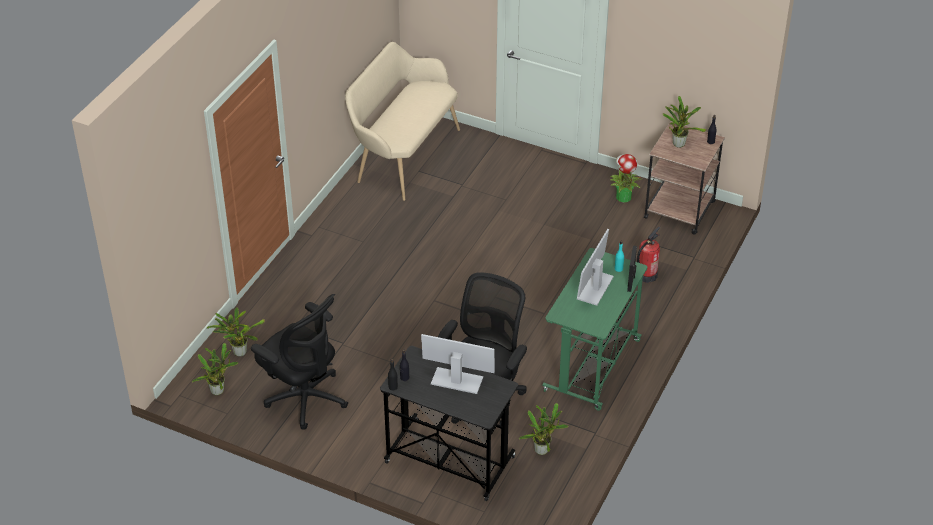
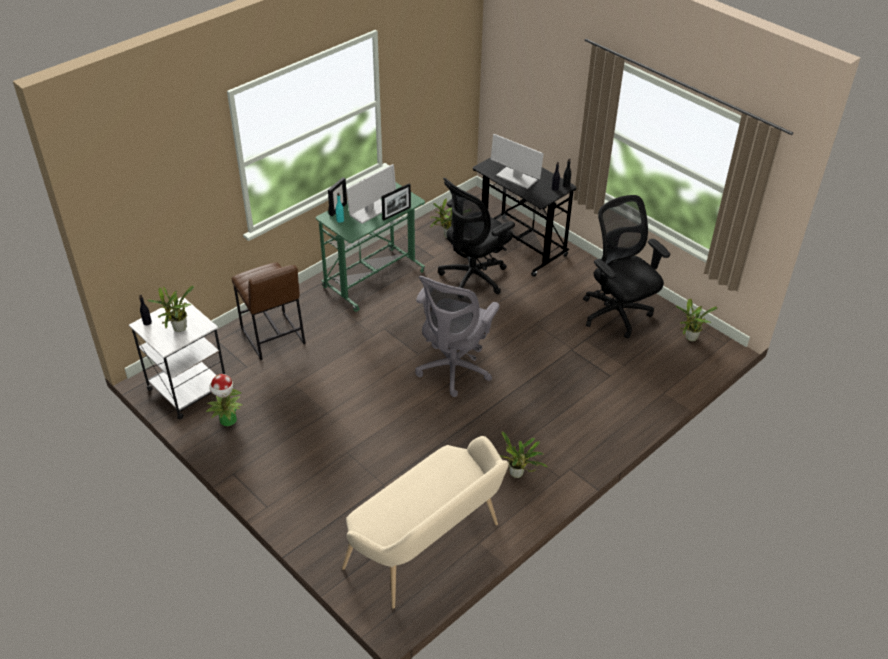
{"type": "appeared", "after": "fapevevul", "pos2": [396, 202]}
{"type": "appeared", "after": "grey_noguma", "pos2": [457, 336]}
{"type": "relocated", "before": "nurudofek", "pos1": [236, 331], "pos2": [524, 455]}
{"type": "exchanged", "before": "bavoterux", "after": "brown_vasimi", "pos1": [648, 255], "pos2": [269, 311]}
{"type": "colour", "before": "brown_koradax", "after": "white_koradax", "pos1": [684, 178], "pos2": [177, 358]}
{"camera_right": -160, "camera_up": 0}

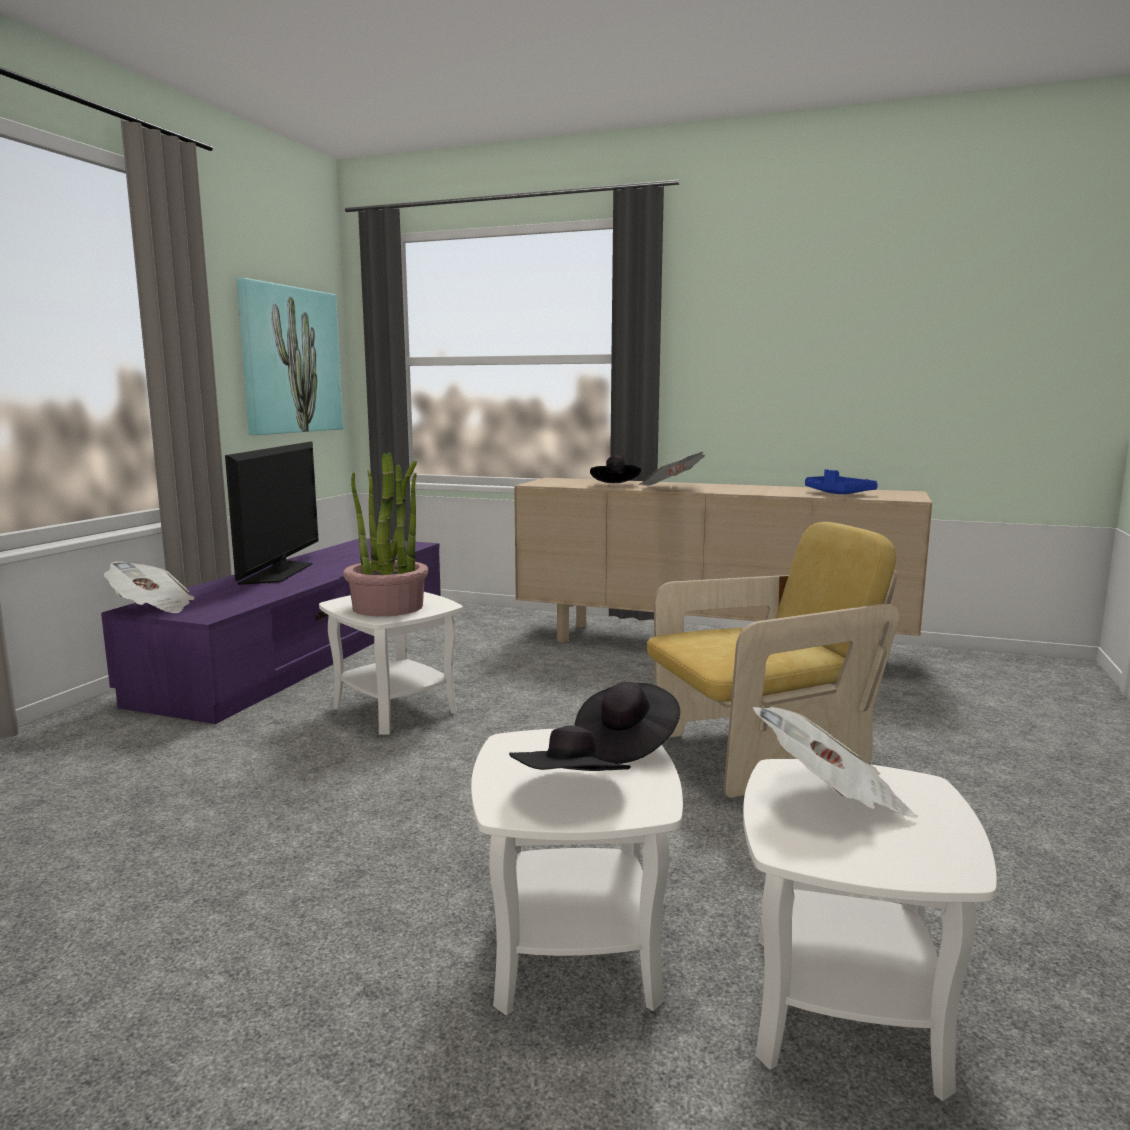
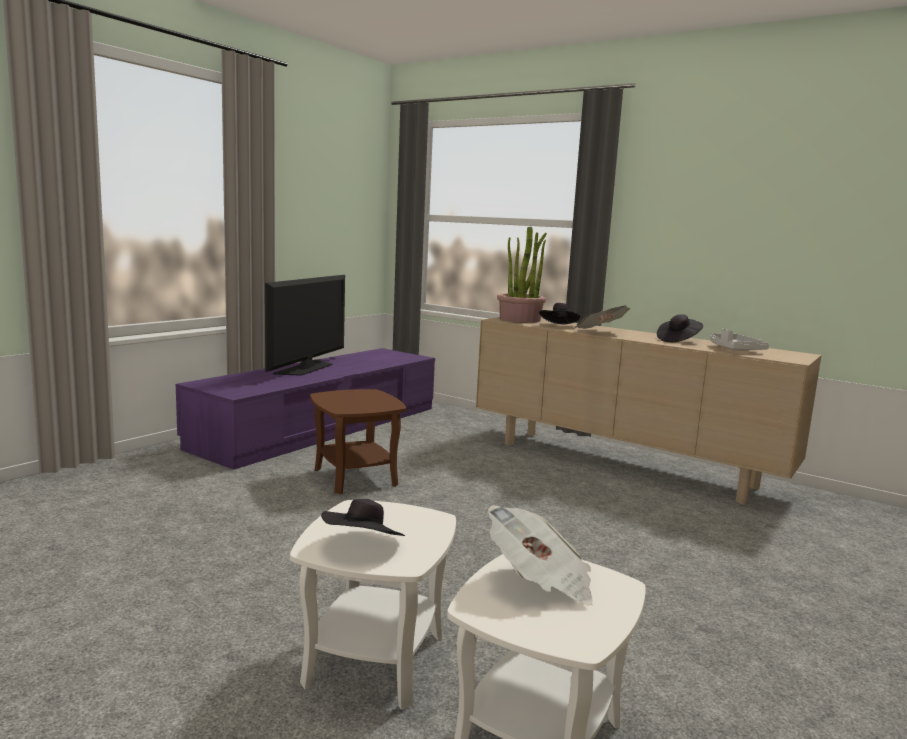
{"type": "missing", "before": "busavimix", "pos1": [149, 587]}
{"type": "missing", "before": "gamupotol", "pos1": [290, 356]}
{"type": "missing", "before": "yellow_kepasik", "pos1": [773, 660]}
{"type": "relocated", "before": "nurudofek", "pos1": [385, 534], "pos2": [522, 275]}
{"type": "relocated", "before": "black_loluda", "pos1": [627, 723], "pos2": [680, 328]}
{"type": "colour", "before": "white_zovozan", "after": "brown_zovozan", "pos1": [391, 663], "pos2": [358, 441]}
{"type": "colour", "before": "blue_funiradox", "after": "grey_funiradox", "pos1": [841, 481], "pos2": [739, 340]}
{"camera_right": 15, "camera_up": 0}

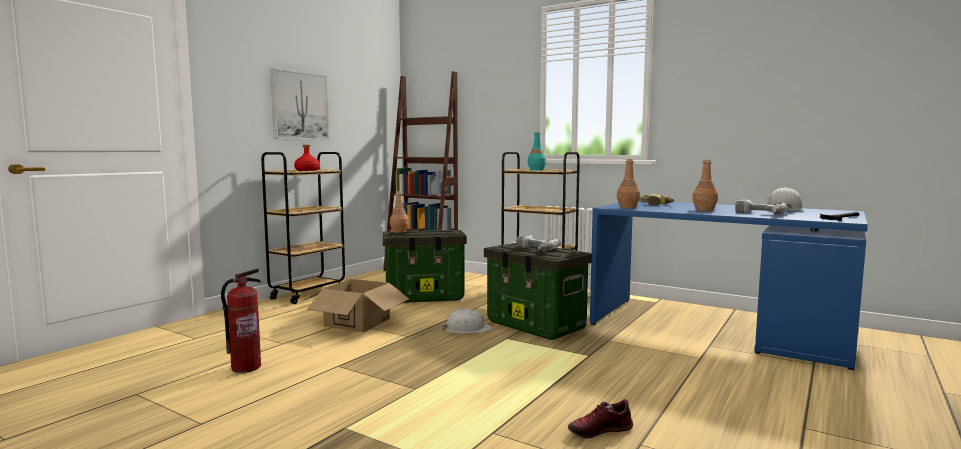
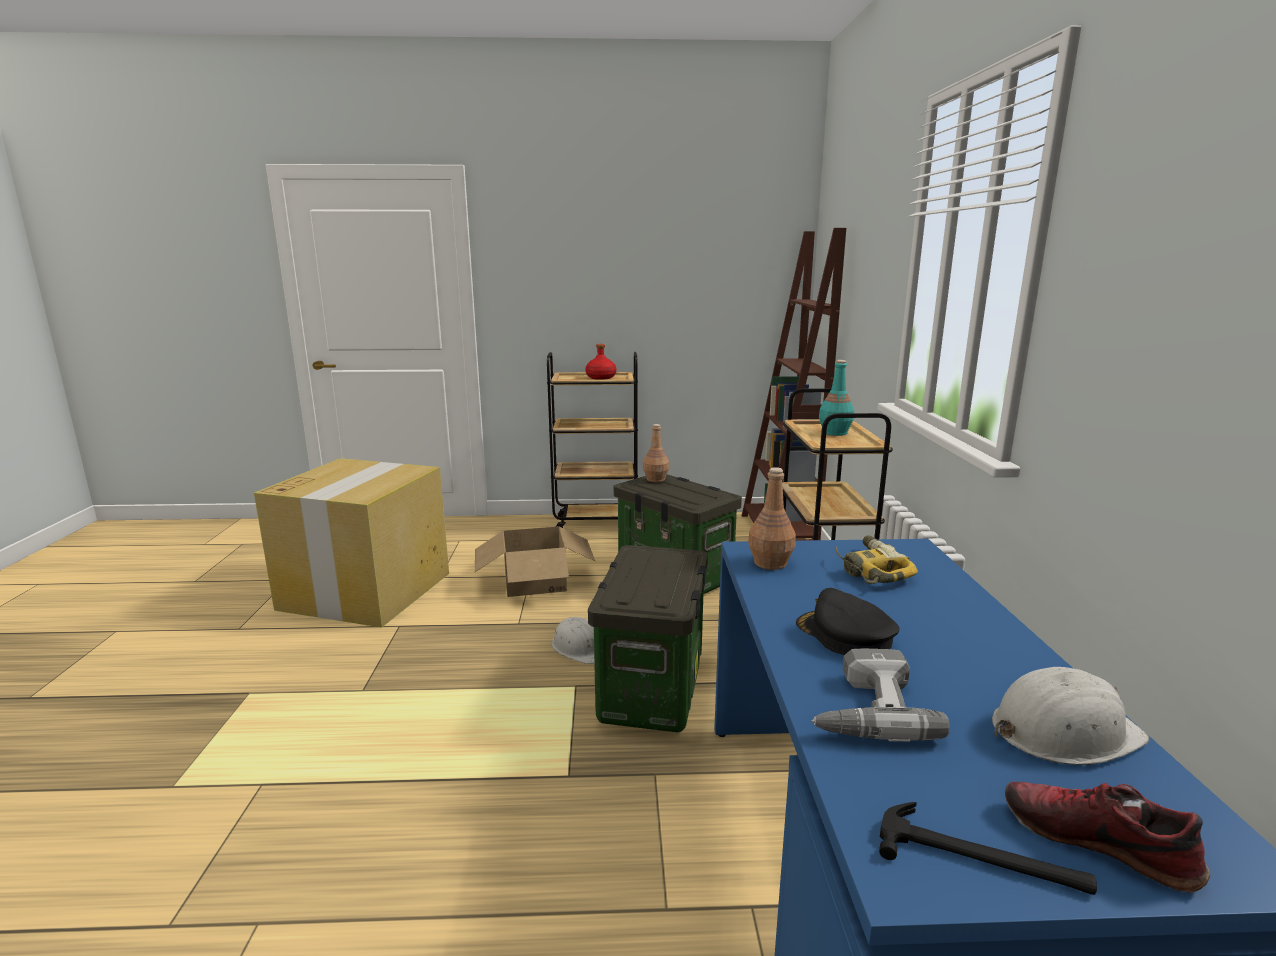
{"type": "missing", "before": "gamupotol", "pos1": [300, 104]}
{"type": "missing", "before": "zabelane", "pos1": [538, 243]}
{"type": "relocated", "before": "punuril", "pos1": [600, 419], "pos2": [1107, 837]}
{"type": "exchanged", "before": "bavoterux", "after": "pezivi", "pos1": [241, 321], "pos2": [351, 543]}
{"type": "exchanged", "before": "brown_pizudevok", "after": "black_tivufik", "pos1": [705, 185], "pos2": [848, 621]}
{"camera_right": 55, "camera_up": 10}

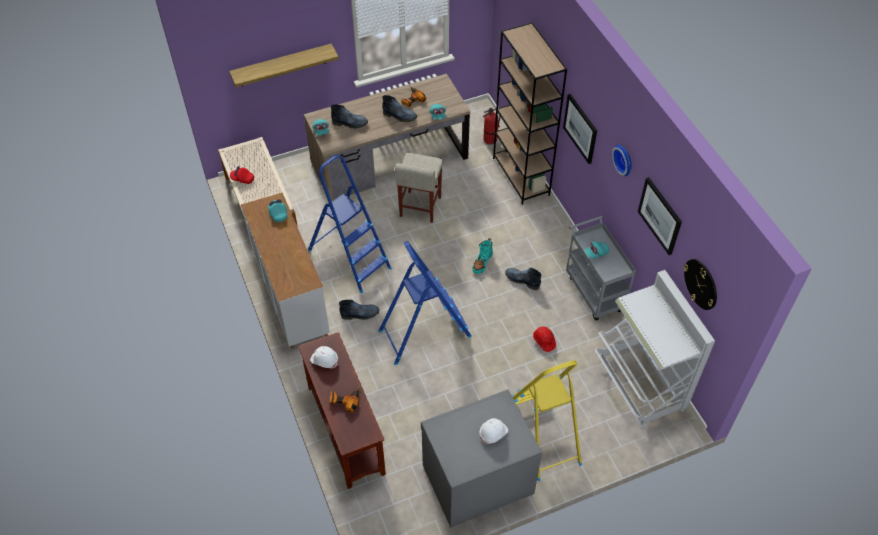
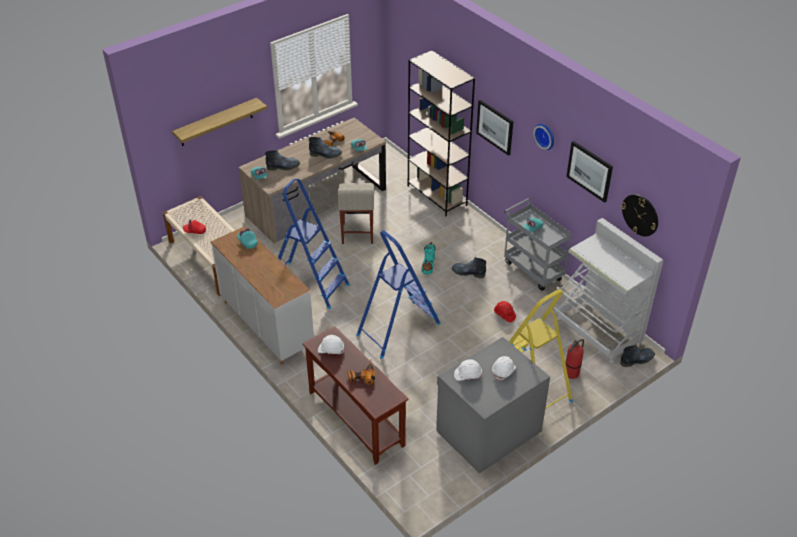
{"type": "appeared", "after": "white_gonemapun", "pos2": [468, 369]}
{"type": "relocated", "before": "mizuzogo", "pos1": [359, 310], "pos2": [637, 356]}
{"type": "relocated", "before": "bavoterux", "pos1": [491, 126], "pos2": [575, 359]}
{"camera_right": -15, "camera_up": -10}

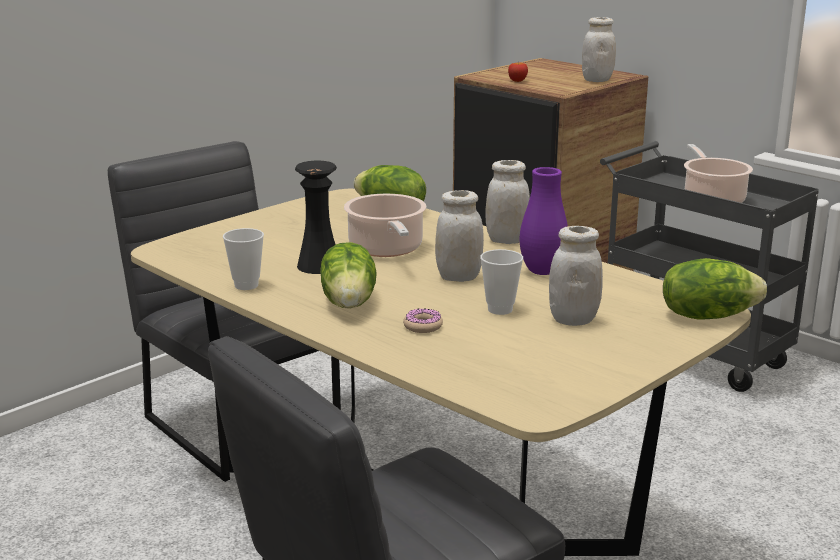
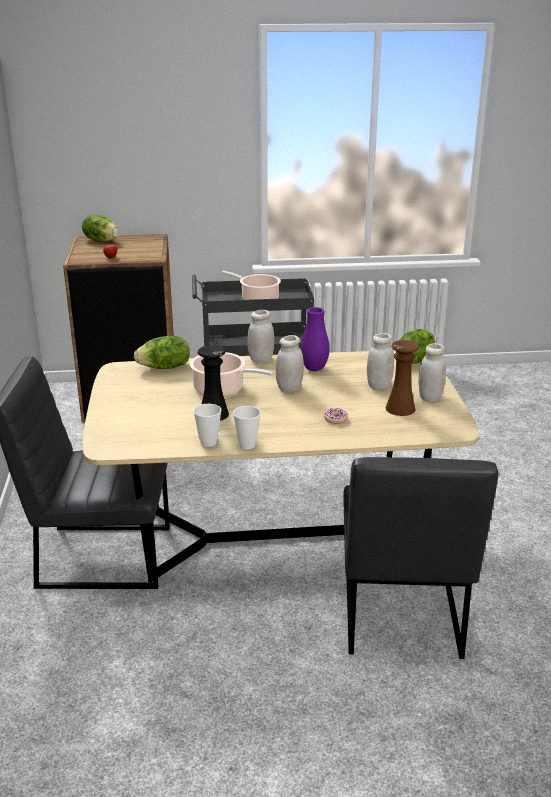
{"type": "appeared", "after": "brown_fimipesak", "pos2": [402, 378]}
{"type": "relocated", "before": "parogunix", "pos1": [348, 275], "pos2": [100, 228]}
{"type": "relocated", "before": "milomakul", "pos1": [501, 282], "pos2": [247, 427]}
{"type": "relocated", "before": "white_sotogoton", "pos1": [599, 49], "pos2": [432, 372]}
{"camera_right": -50, "camera_up": 5}

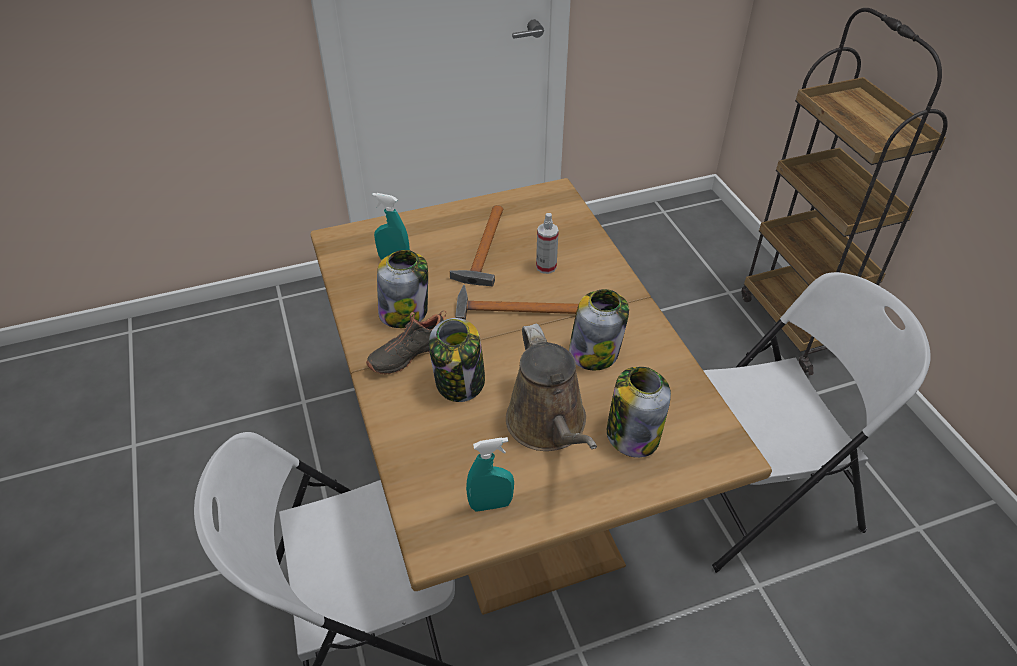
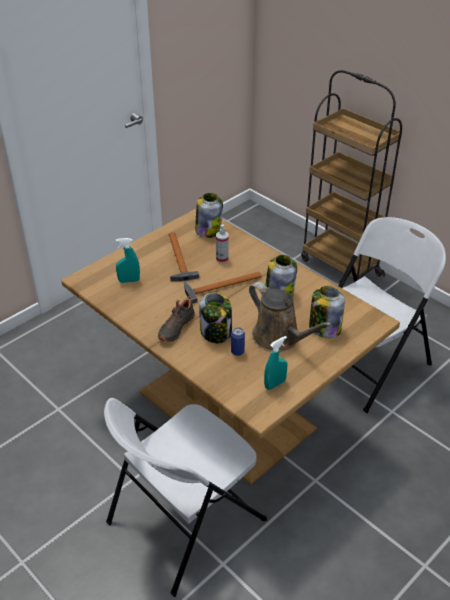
{"type": "appeared", "after": "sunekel", "pos2": [238, 341]}
{"type": "relocated", "before": "sotogoton", "pos1": [402, 289], "pos2": [209, 215]}
{"camera_right": -25, "camera_up": -5}

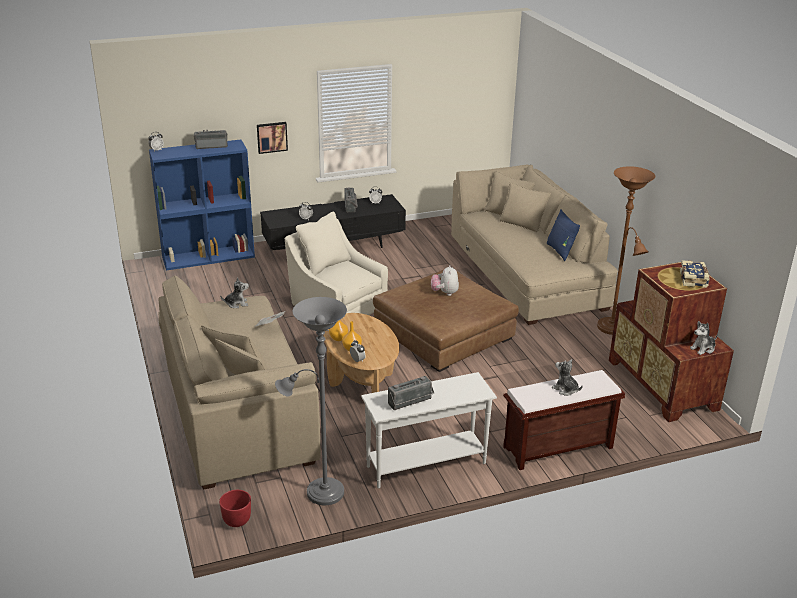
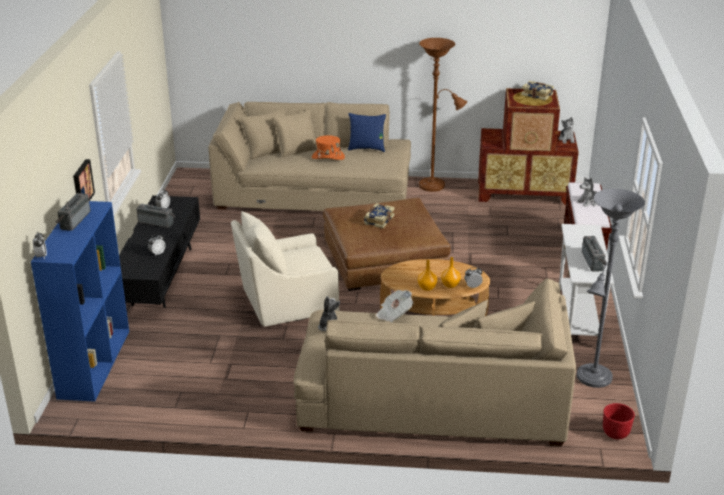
{"type": "appeared", "after": "orange_loluda", "pos2": [328, 147]}
{"type": "exchanged", "before": "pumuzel", "after": "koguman", "pos1": [445, 280], "pos2": [379, 215]}
{"camera_right": -65, "camera_up": 0}

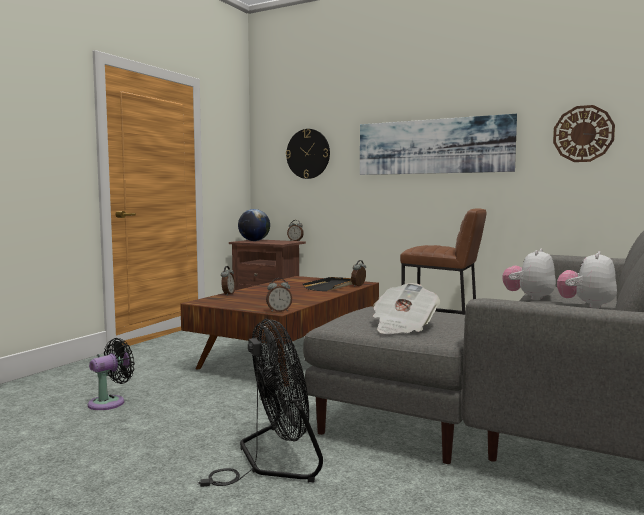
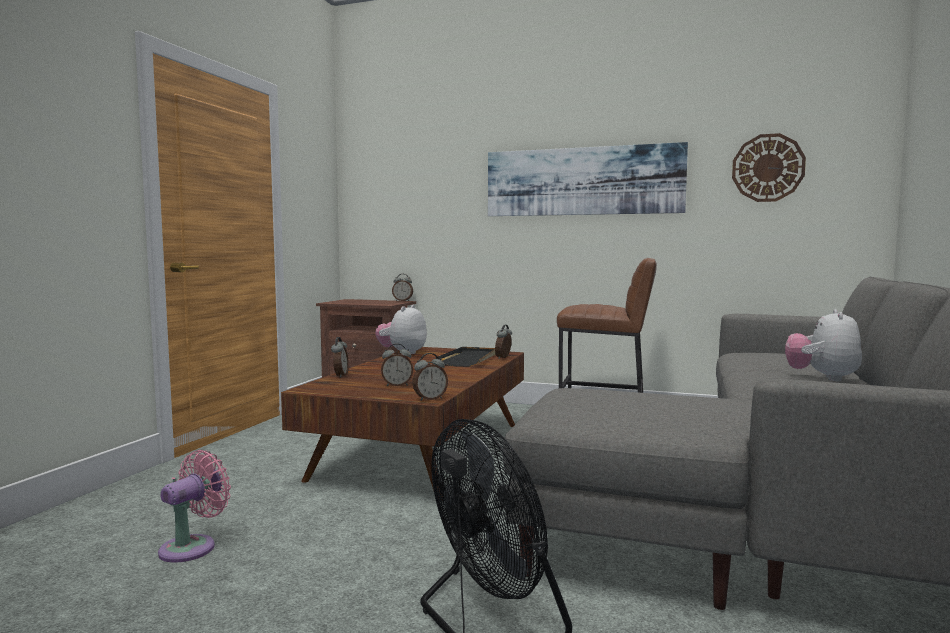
{"type": "missing", "before": "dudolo", "pos1": [254, 225]}
{"type": "missing", "before": "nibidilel", "pos1": [308, 154]}
{"type": "missing", "before": "busavimix", "pos1": [406, 308]}
{"type": "appeared", "after": "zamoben", "pos2": [397, 365]}
{"type": "relocated", "before": "pumuzel", "pos1": [529, 274], "pos2": [401, 330]}
{"type": "colour", "before": "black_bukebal", "after": "pink_bukebal", "pos1": [111, 374], "pos2": [194, 506]}
{"camera_right": -10, "camera_up": 0}

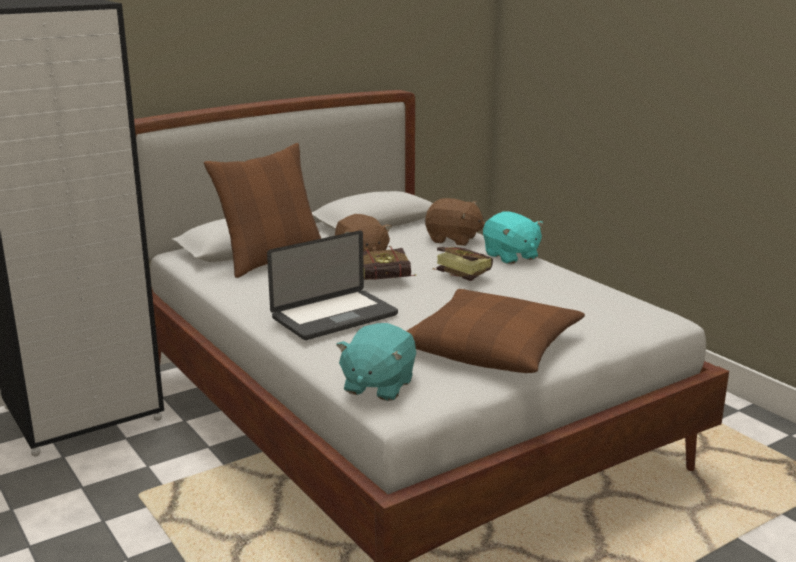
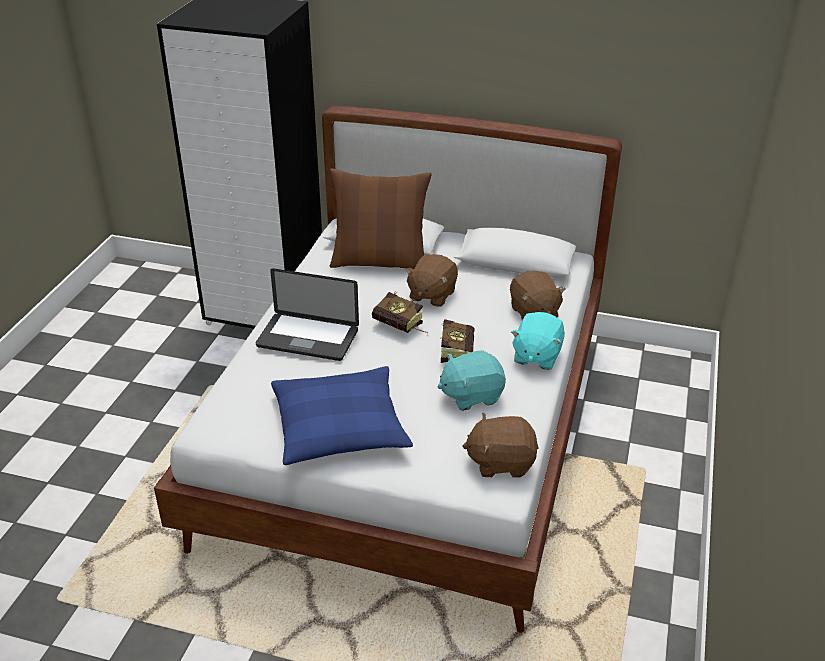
{"type": "appeared", "after": "brown_pumuzel", "pos2": [501, 445]}
{"type": "relocated", "before": "turquoise_pumuzel", "pos1": [376, 362], "pos2": [472, 380]}
{"type": "colour", "before": "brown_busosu", "after": "blue_busosu", "pos1": [495, 331], "pos2": [342, 415]}
{"camera_right": 50, "camera_up": 15}

